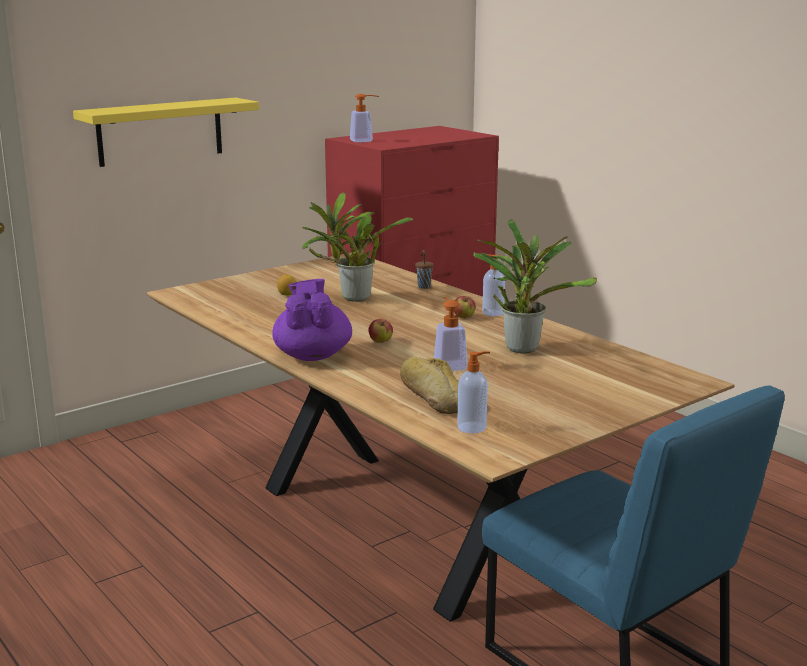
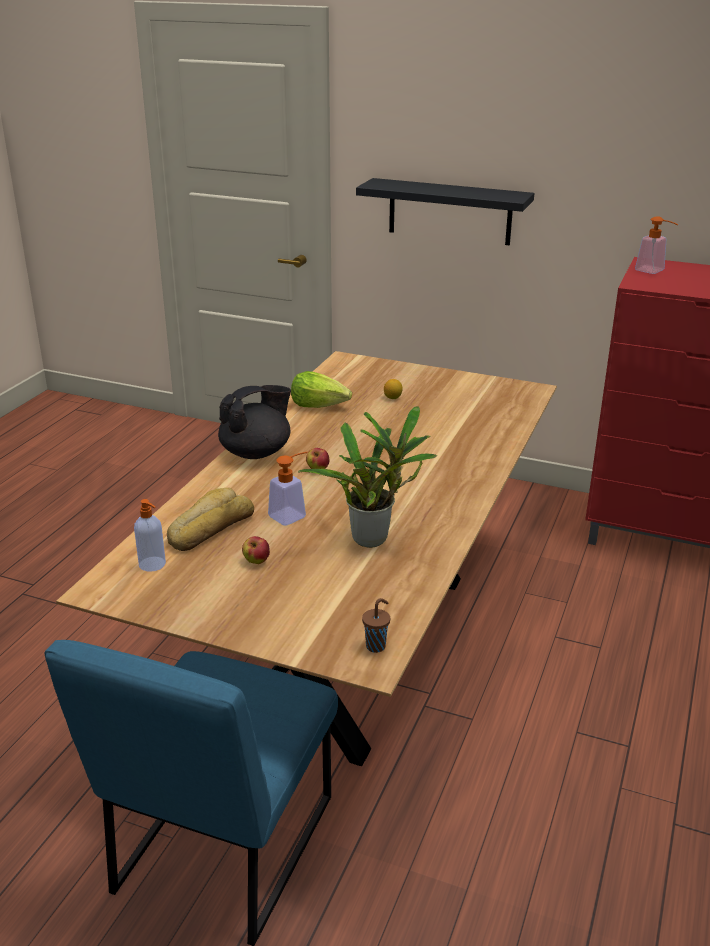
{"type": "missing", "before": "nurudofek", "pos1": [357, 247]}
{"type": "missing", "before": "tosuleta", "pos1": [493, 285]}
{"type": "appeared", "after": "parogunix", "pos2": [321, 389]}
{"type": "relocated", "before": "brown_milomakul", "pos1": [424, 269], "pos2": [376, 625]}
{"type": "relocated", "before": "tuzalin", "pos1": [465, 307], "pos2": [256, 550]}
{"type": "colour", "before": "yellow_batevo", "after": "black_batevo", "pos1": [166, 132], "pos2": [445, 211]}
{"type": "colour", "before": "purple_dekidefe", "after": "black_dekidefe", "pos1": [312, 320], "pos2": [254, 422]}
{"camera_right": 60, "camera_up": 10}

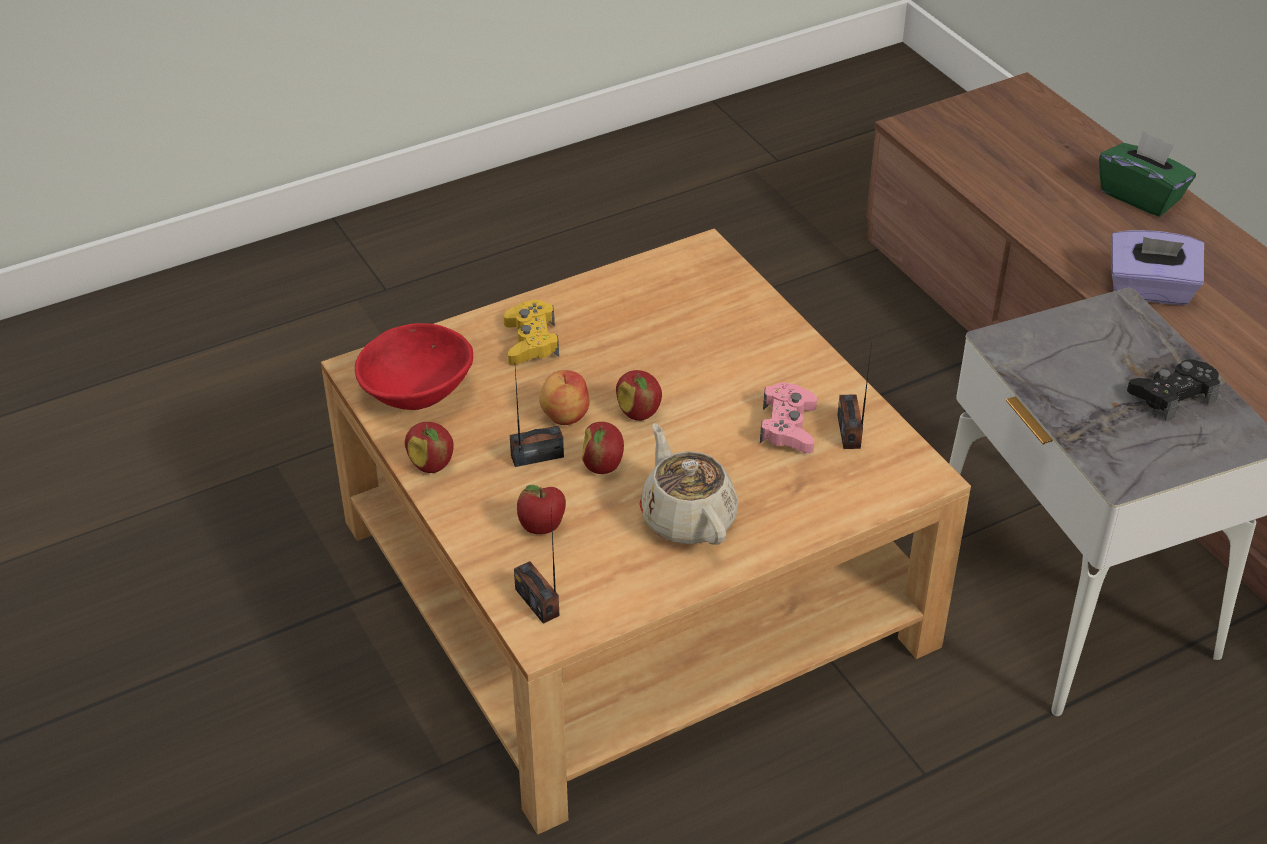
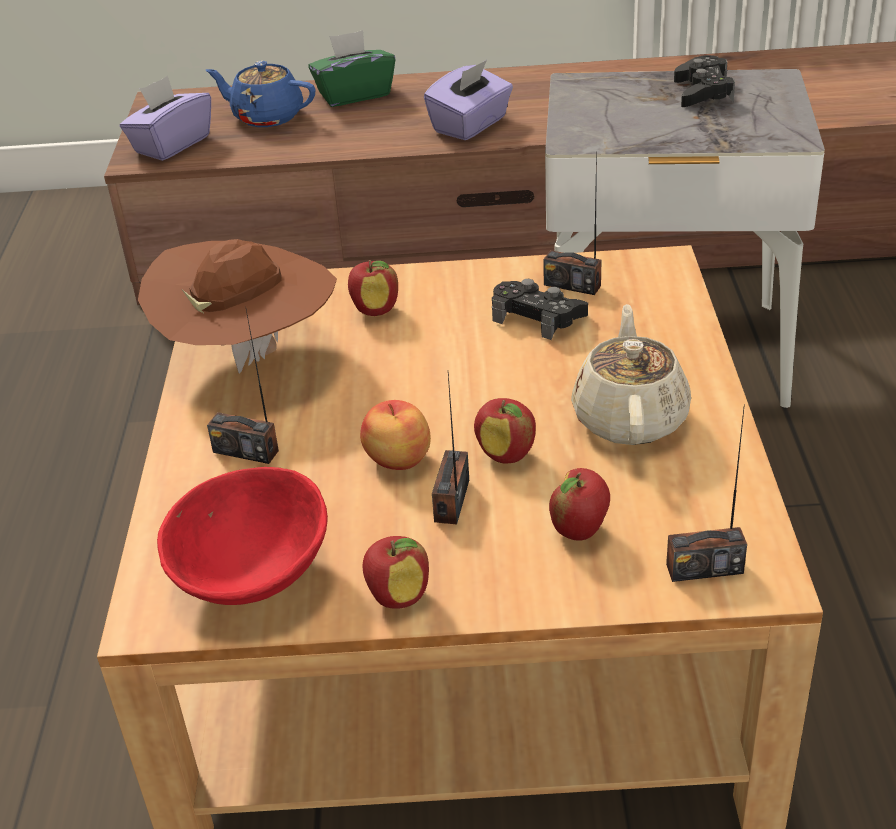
{"type": "appeared", "after": "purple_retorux", "pos2": [165, 118]}
{"type": "appeared", "after": "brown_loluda", "pos2": [237, 306]}
{"type": "appeared", "after": "blue_dekidefe", "pos2": [261, 94]}
{"type": "relocated", "before": "tuzalin", "pos1": [639, 395], "pos2": [373, 288]}
{"type": "exchanged", "before": "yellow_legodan", "after": "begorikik", "pos1": [531, 332], "pos2": [243, 387]}
{"type": "colour", "before": "pink_legodan", "after": "black_legodan", "pos1": [788, 417], "pos2": [540, 309]}
{"type": "spun", "before": "beige_dekidefe", "pos1": [688, 484], "pos2": [631, 374], "turn": 90}
{"camera_right": -60, "camera_up": -5}

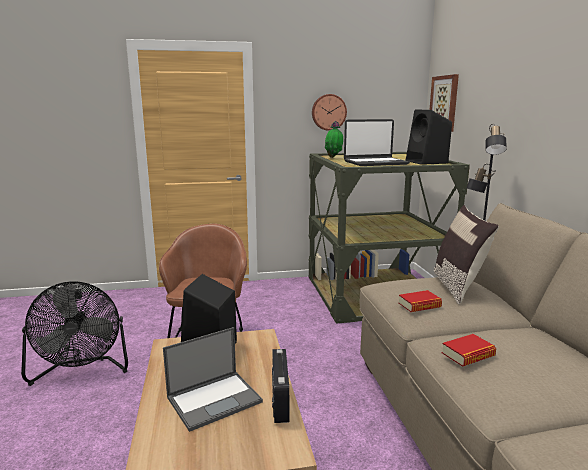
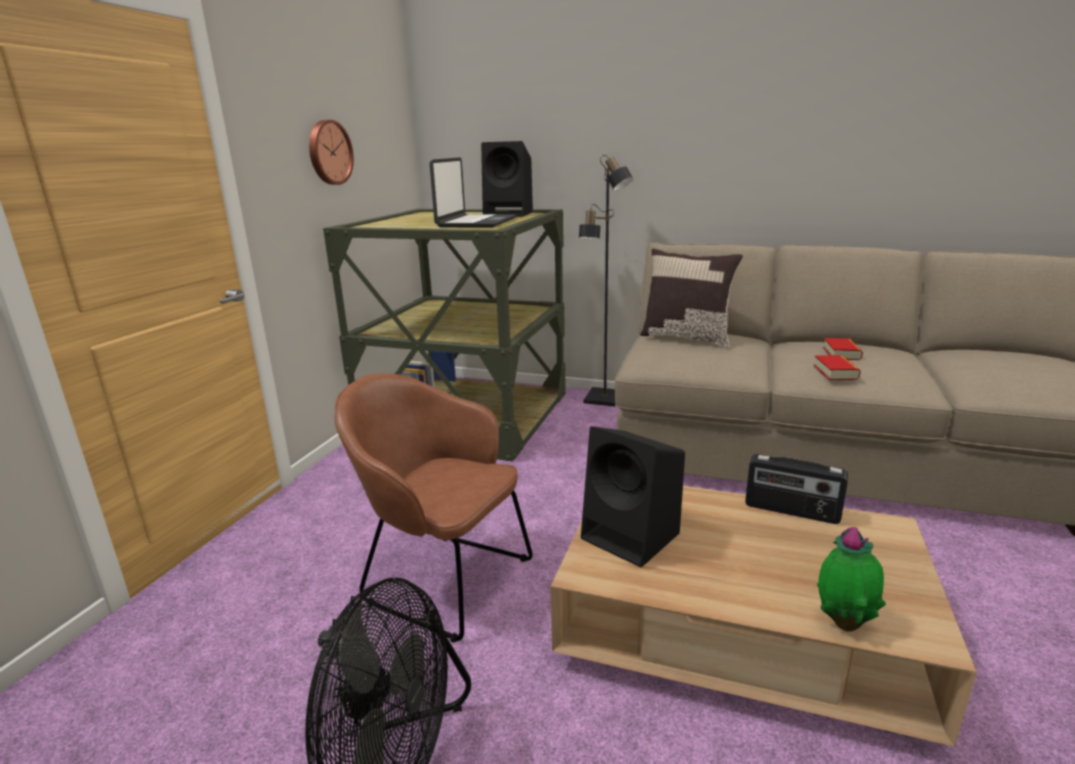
{"type": "missing", "before": "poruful", "pos1": [213, 379]}
{"type": "missing", "before": "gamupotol", "pos1": [444, 103]}
{"type": "relocated", "before": "nurudofek", "pos1": [334, 139], "pos2": [851, 579]}
{"type": "relocated", "before": "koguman", "pos1": [420, 301], "pos2": [843, 349]}
{"camera_right": -60, "camera_up": 5}

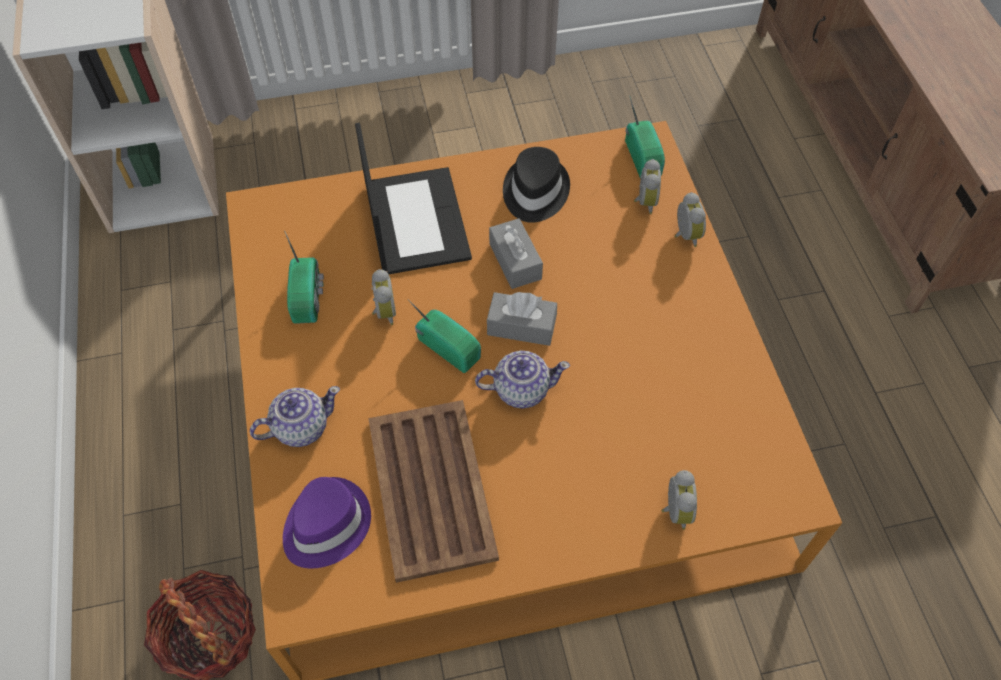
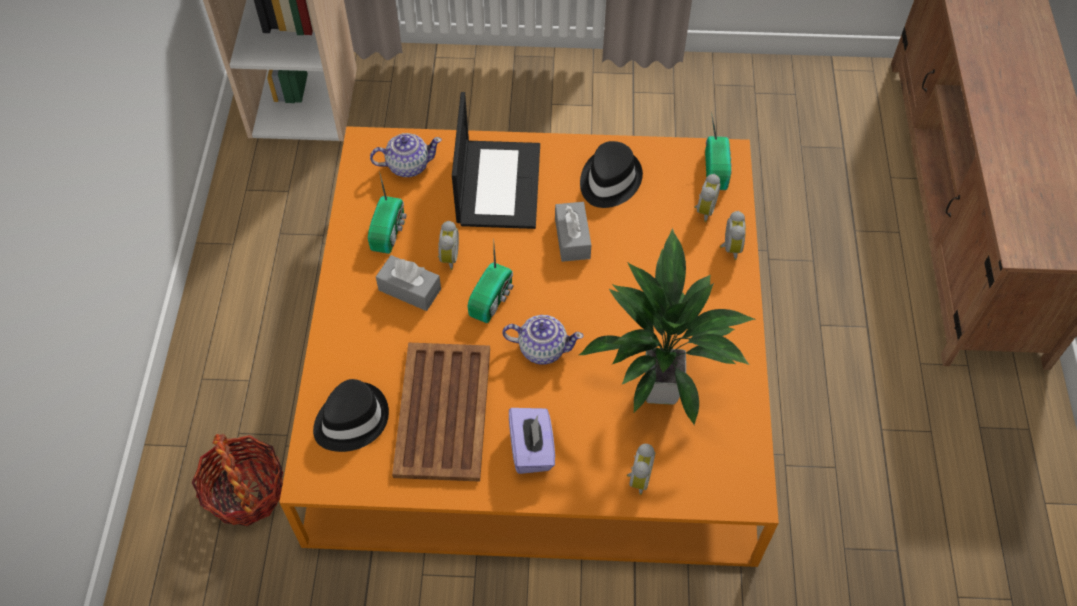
{"type": "appeared", "after": "purple_retorux", "pos2": [532, 441]}
{"type": "appeared", "after": "nurudofek", "pos2": [667, 326]}
{"type": "relocated", "before": "dekidefe", "pos1": [295, 416], "pos2": [406, 155]}
{"type": "relocated", "before": "grey_retorux", "pos1": [522, 319], "pos2": [408, 283]}
{"type": "colour", "before": "purple_loluda", "after": "black_loluda", "pos1": [327, 522], "pos2": [351, 415]}
{"type": "spun", "before": "begorikik", "pos1": [444, 336], "pos2": [491, 280], "turn": 60}
{"camera_right": 15, "camera_up": 0}

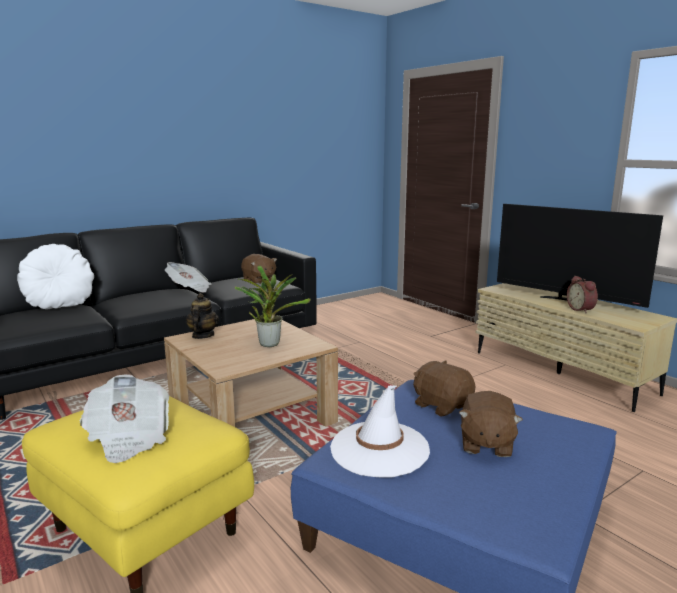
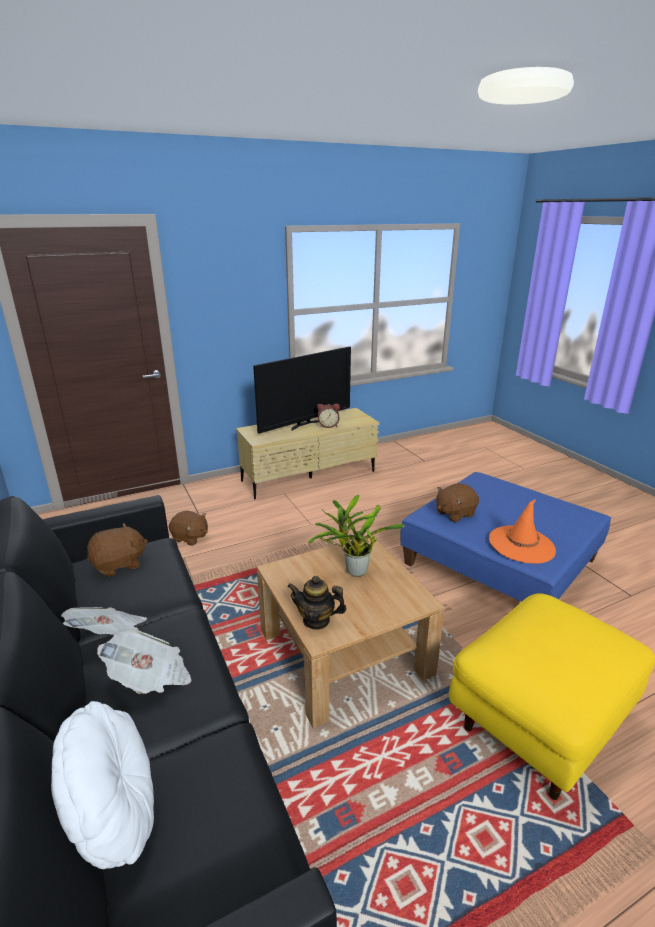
{"type": "relocated", "before": "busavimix", "pos1": [124, 418], "pos2": [144, 662]}
{"type": "relocated", "before": "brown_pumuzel", "pos1": [491, 424], "pos2": [188, 528]}
{"type": "colour", "before": "white_loluda", "after": "orange_loluda", "pos1": [380, 431], "pos2": [522, 531]}
{"camera_right": -80, "camera_up": 10}

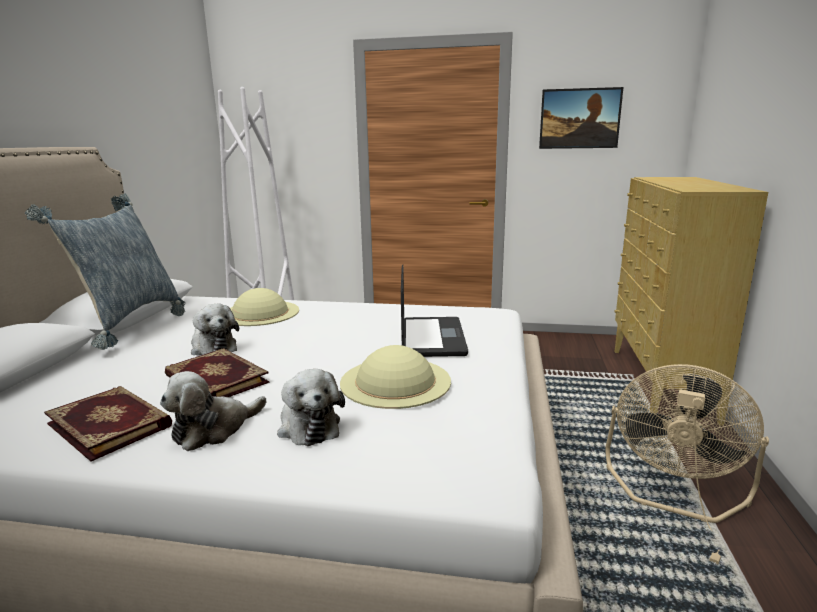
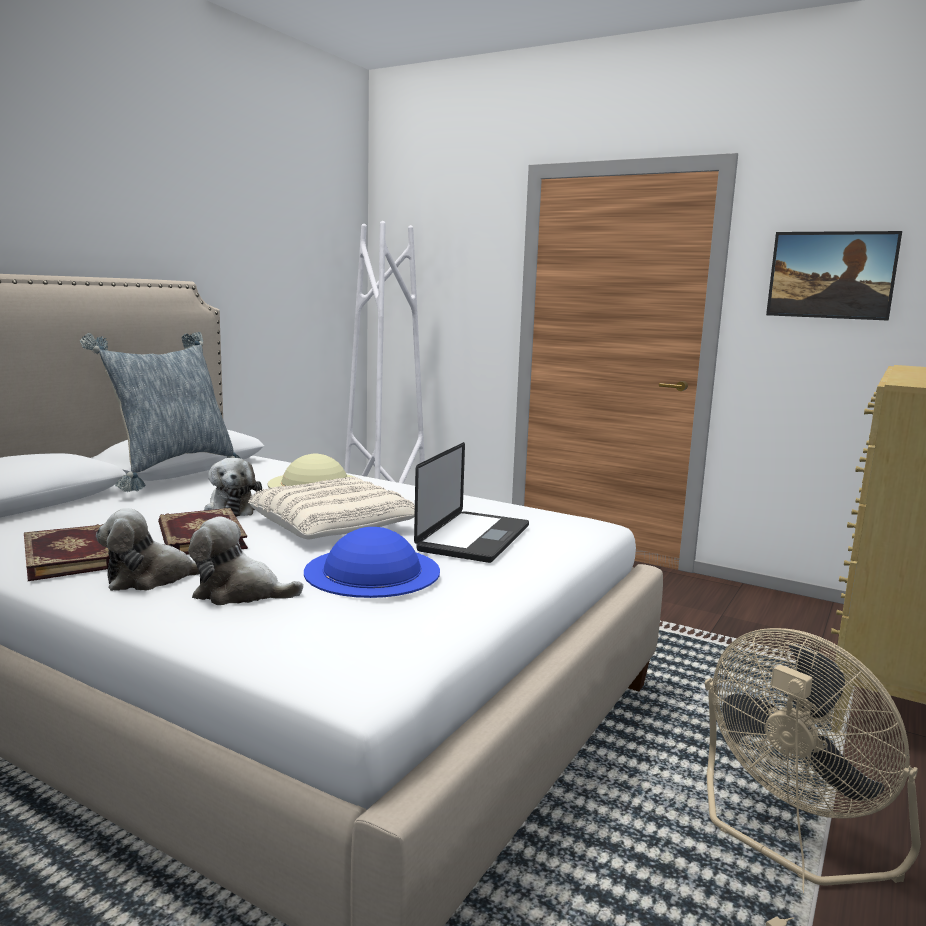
{"type": "appeared", "after": "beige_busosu", "pos2": [331, 508]}
{"type": "colour", "before": "beige_loluda", "after": "blue_loluda", "pos1": [395, 377], "pos2": [372, 562]}
{"type": "spun", "before": "pumuzel", "pos1": [311, 407], "pos2": [245, 560], "turn": 105}
{"camera_right": 20, "camera_up": -5}

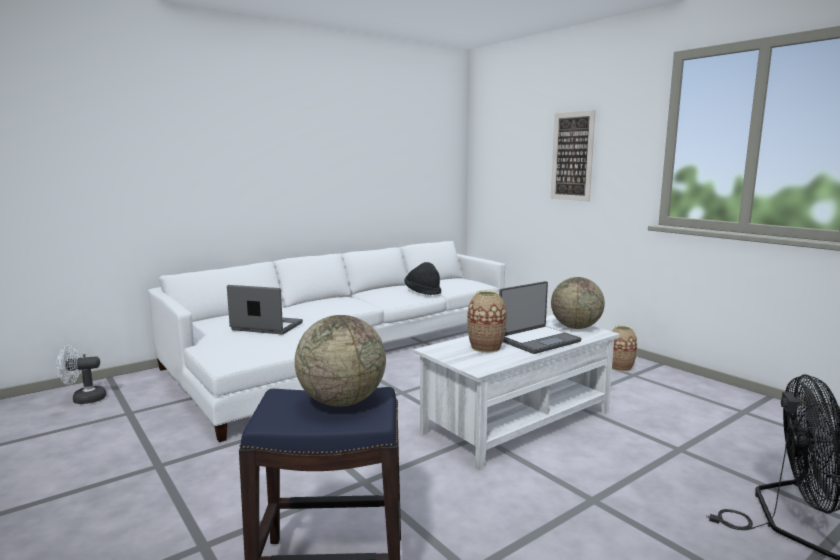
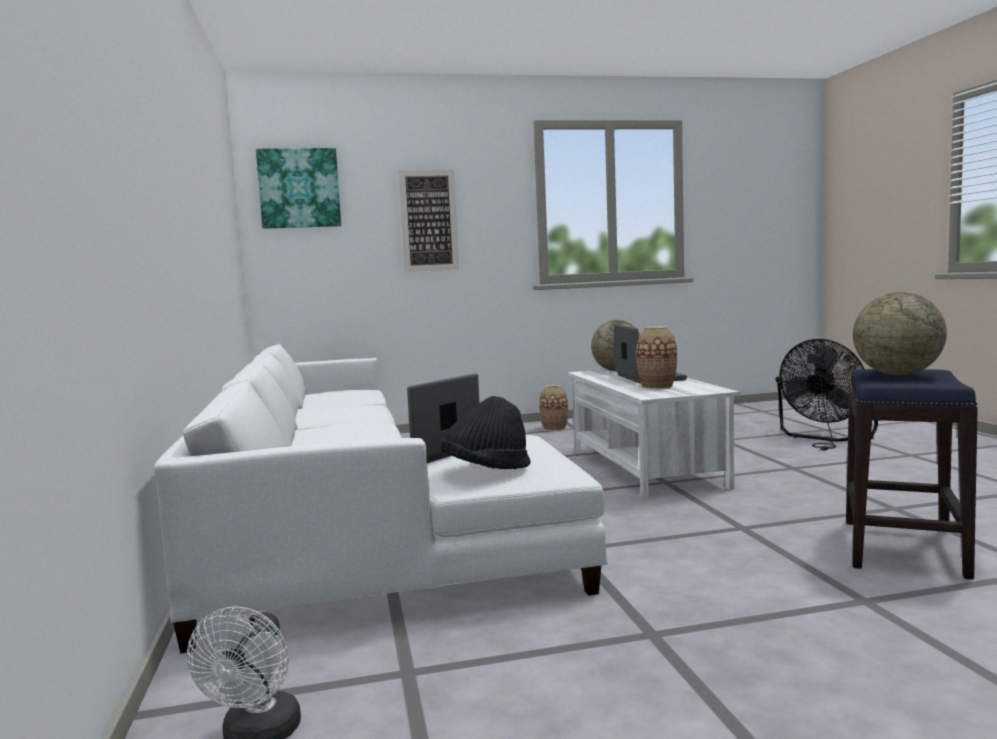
{"type": "appeared", "after": "gamupotol", "pos2": [298, 188]}
{"type": "relocated", "before": "black_loluda", "pos1": [423, 278], "pos2": [485, 432]}
{"camera_right": -65, "camera_up": -5}

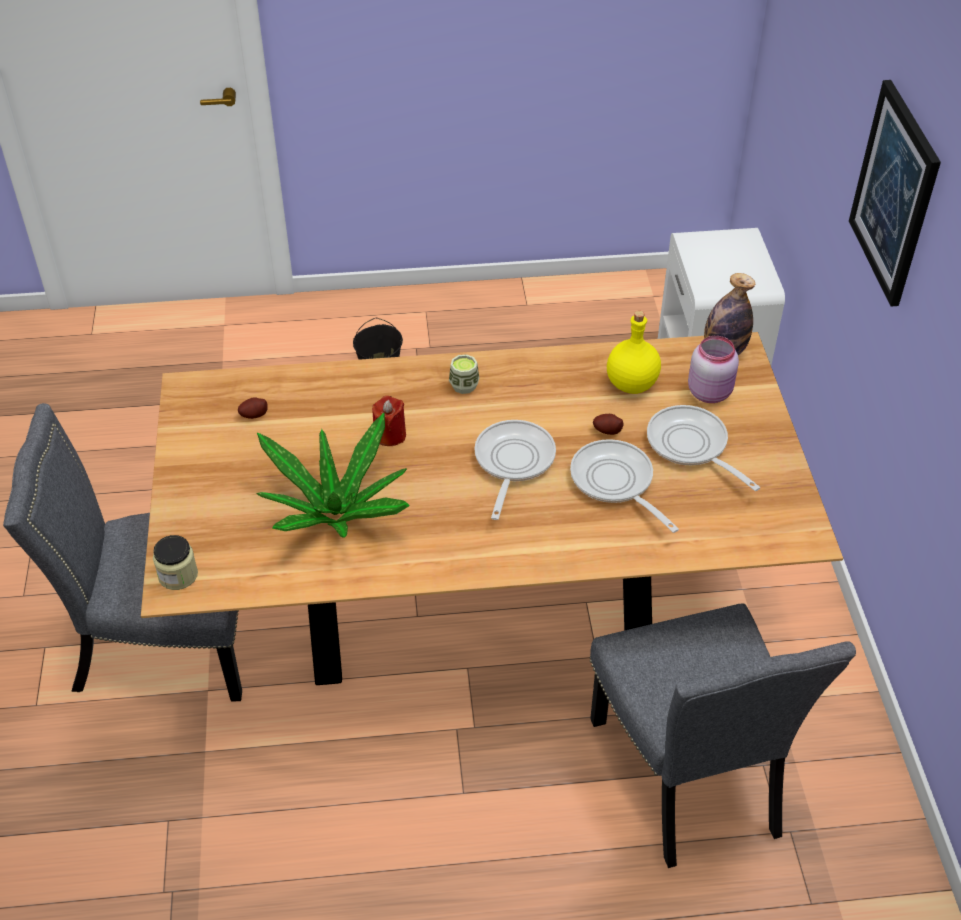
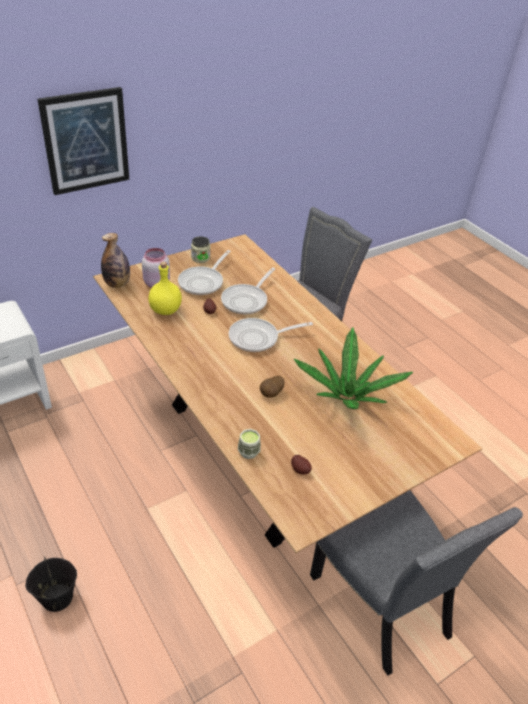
{"type": "relocated", "before": "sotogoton", "pos1": [175, 562], "pos2": [200, 249]}
{"type": "relocated", "before": "milomakul", "pos1": [464, 374], "pos2": [249, 444]}
{"type": "exchanged", "before": "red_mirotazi", "after": "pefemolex", "pos1": [389, 421], "pos2": [272, 387]}
{"camera_right": -120, "camera_up": -5}

